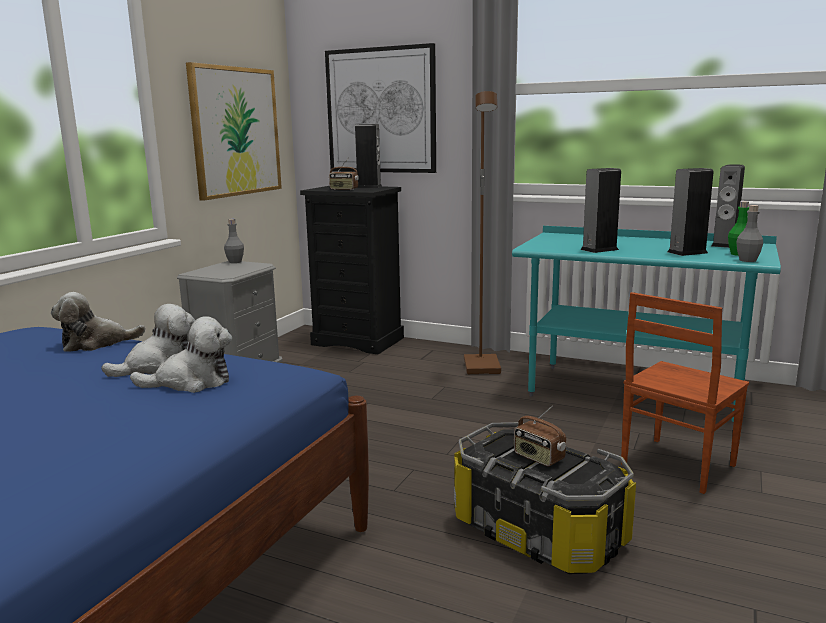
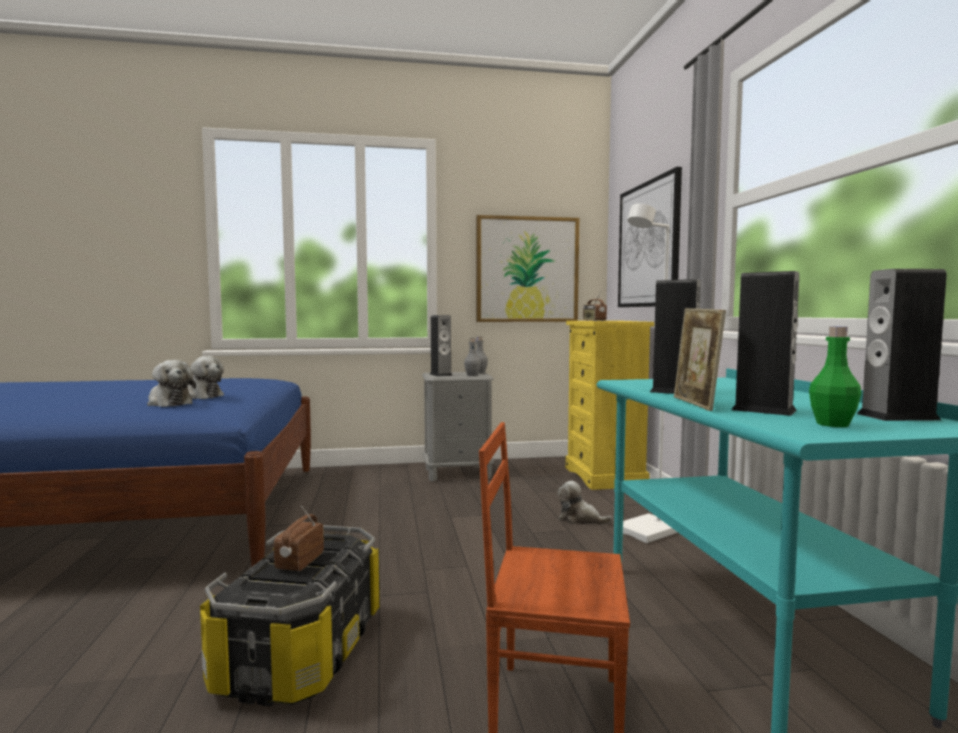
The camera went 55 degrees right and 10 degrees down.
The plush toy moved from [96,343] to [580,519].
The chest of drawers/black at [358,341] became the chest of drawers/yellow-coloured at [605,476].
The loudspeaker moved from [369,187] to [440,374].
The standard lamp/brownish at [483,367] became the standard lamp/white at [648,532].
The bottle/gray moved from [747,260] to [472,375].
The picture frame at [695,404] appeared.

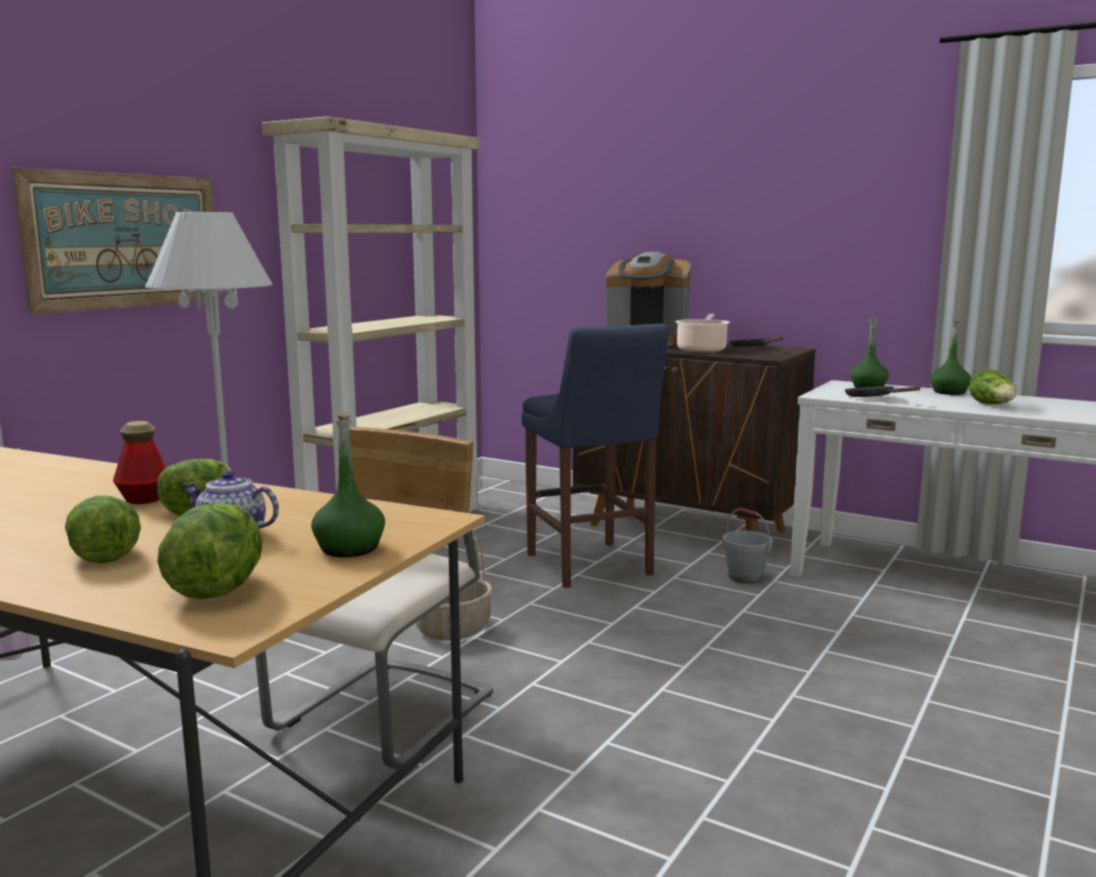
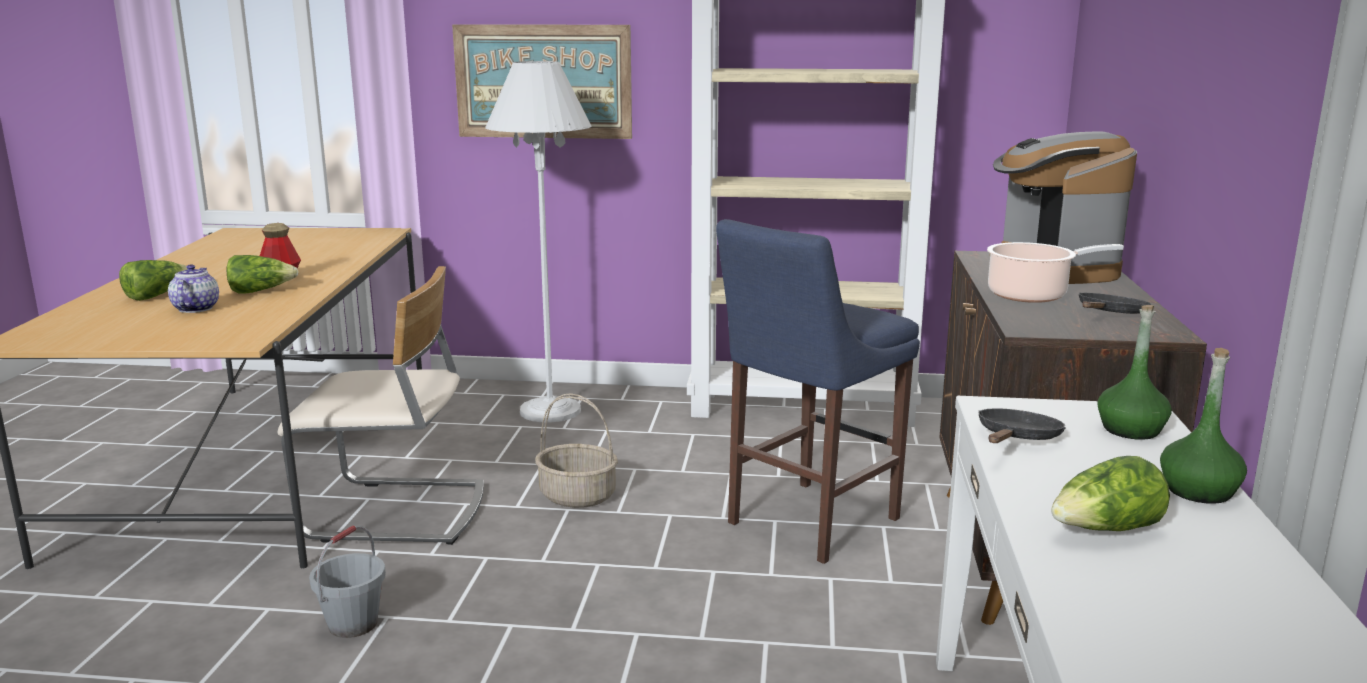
The camera went 65 degrees right and 5 degrees up.
The lettuce head at [217,589] disappeared.
The bottle/greenish at [350,548] disappeared.
The pail/gray moved from [745,577] to [353,624].

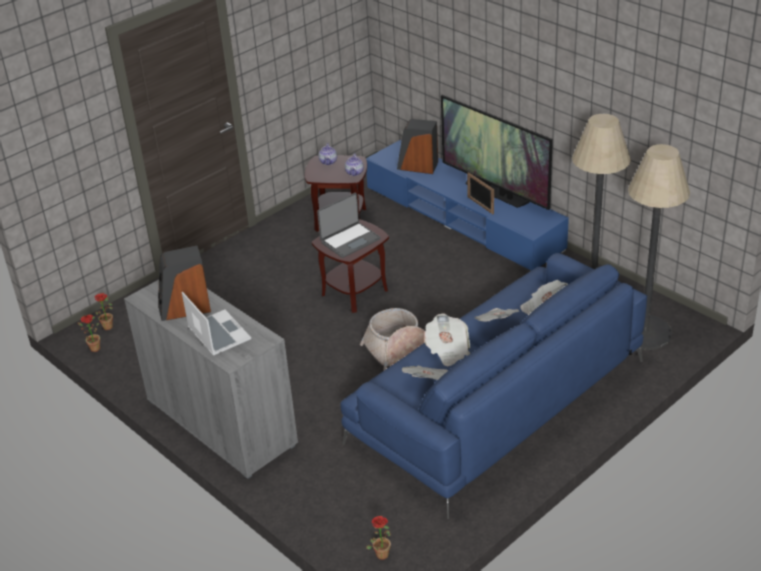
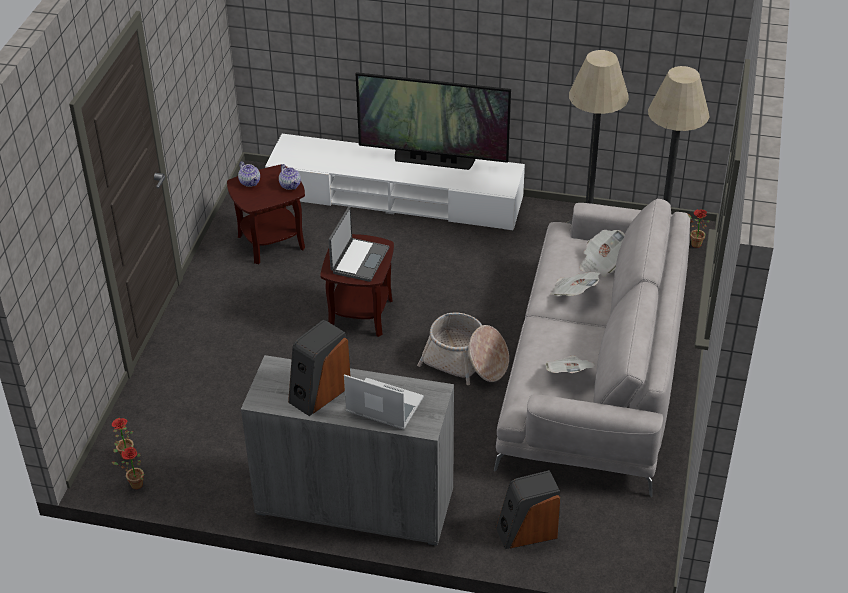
The camera went 35 degrees left and 5 degrees up.
The sofa/bluish at [497,402] became the sofa/gray at [595,370].
The tv unit/bluish at [463,218] became the tv unit/white at [396,198].
The houseplant moved from [381,552] to [694,243].
The loudspeaker moved from [417,166] to [526,532].
The newspaper at [448,350] disappeared.
The picture frame at [480,205] disappeared.

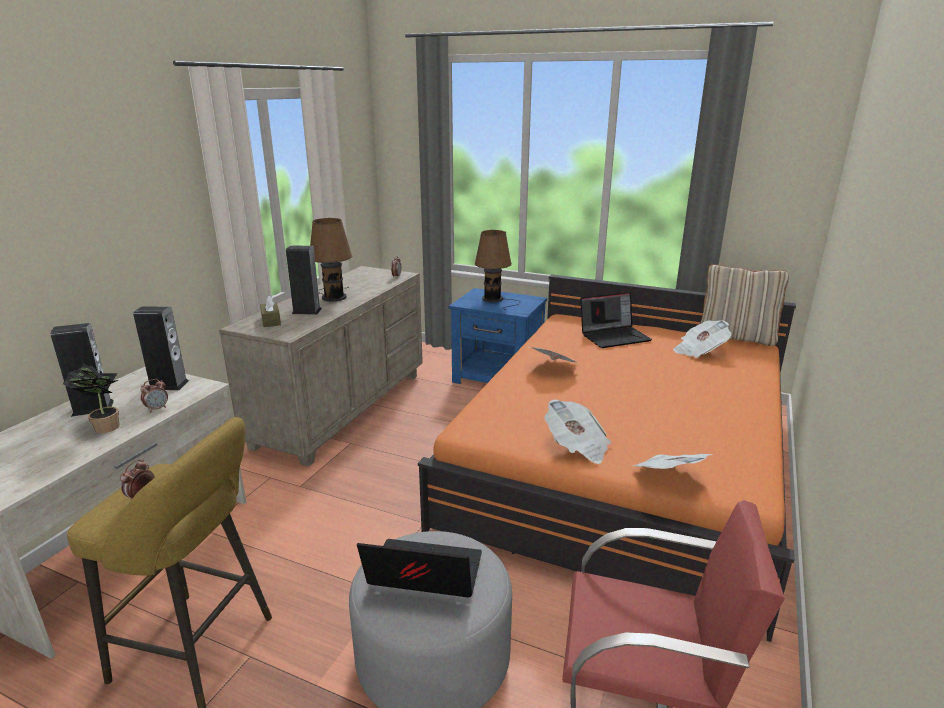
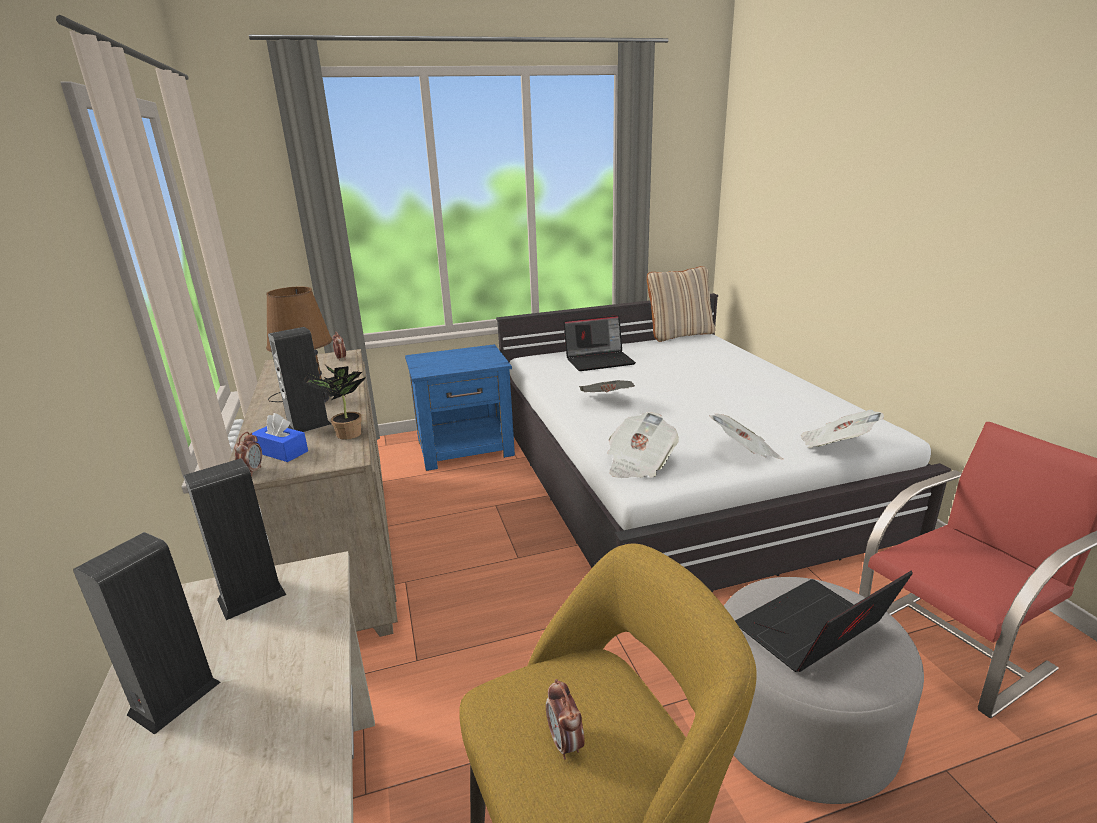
The camera went 40 degrees left and 0 degrees up.
The houseplant moved from [104,427] to [345,435].
The alarm clock moved from [157,408] to [252,471].
The tissue holder/brownish at [271,321] became the tissue holder/bluish at [281,452].
The sleeping bed/orange at [624,464] became the sleeping bed/white at [675,475].
The table lamp/brownish at [494,299] disappeared.
The laptop at [614,336] turned 45 degrees clockwise.
The newspaper moved from [699,351] to [638,464].

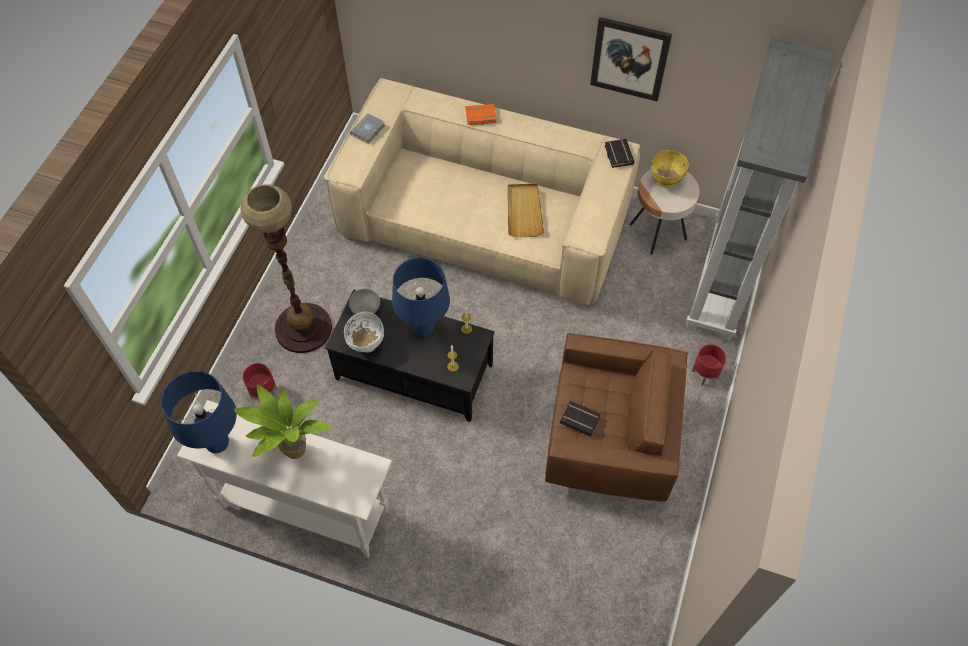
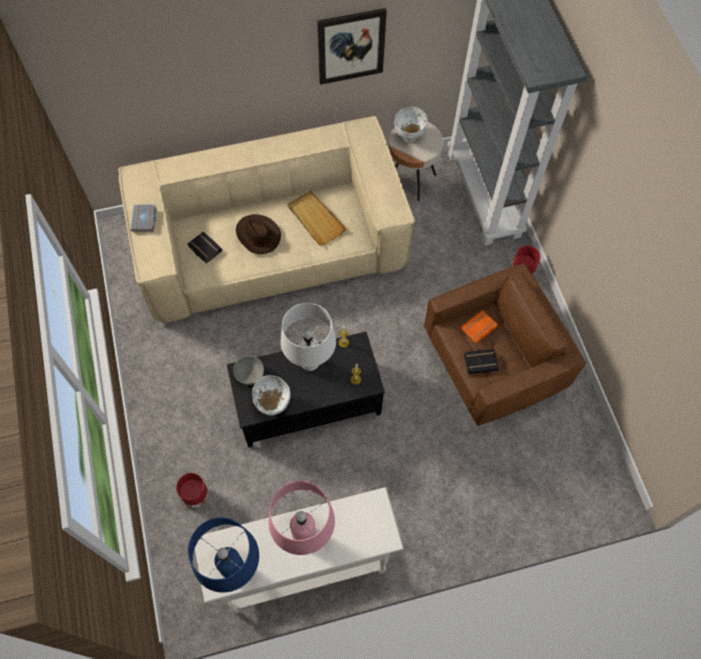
The camera went 35 degrees left and 5 degrees up.
The houseplant at [294,454] was replaced by the table lamp/pinkish at [304,534].
The standard lamp at [303,328] disappeared.
The table lamp/bluish at [423,329] became the table lamp/white at [309,363].
The book/orange moved from [480,117] to [479,329].
The book/black moved from [617,154] to [204,249].
The bowl/yellow-coloured at [665,181] became the bowl/white at [409,136].
The wearable hat/brownish at [257,235] appeared.

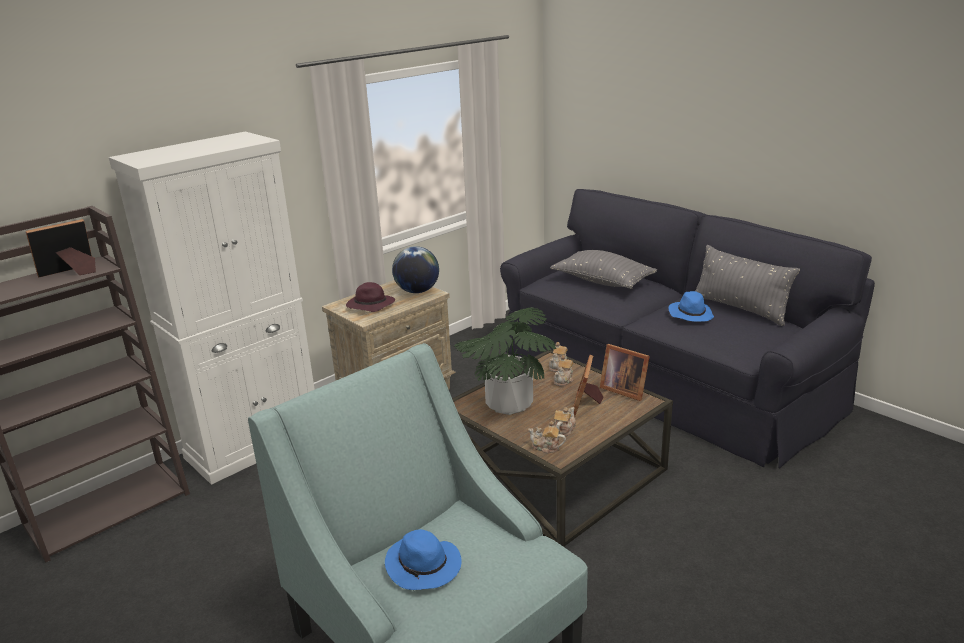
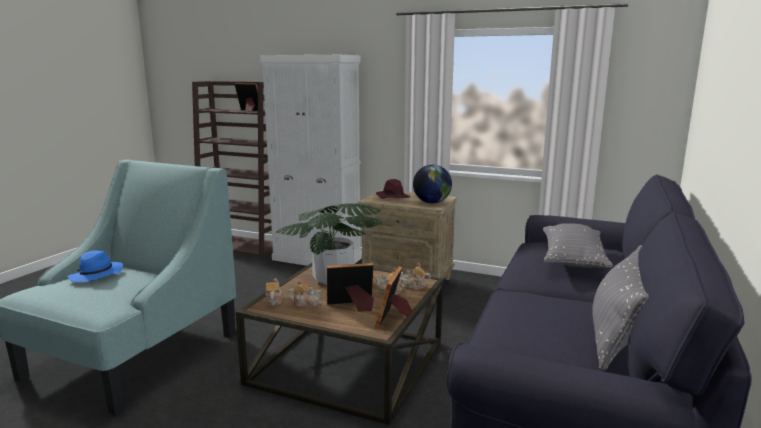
The camera went 65 degrees right and 10 degrees down.
The wearable hat/bluish at [690,314] disappeared.

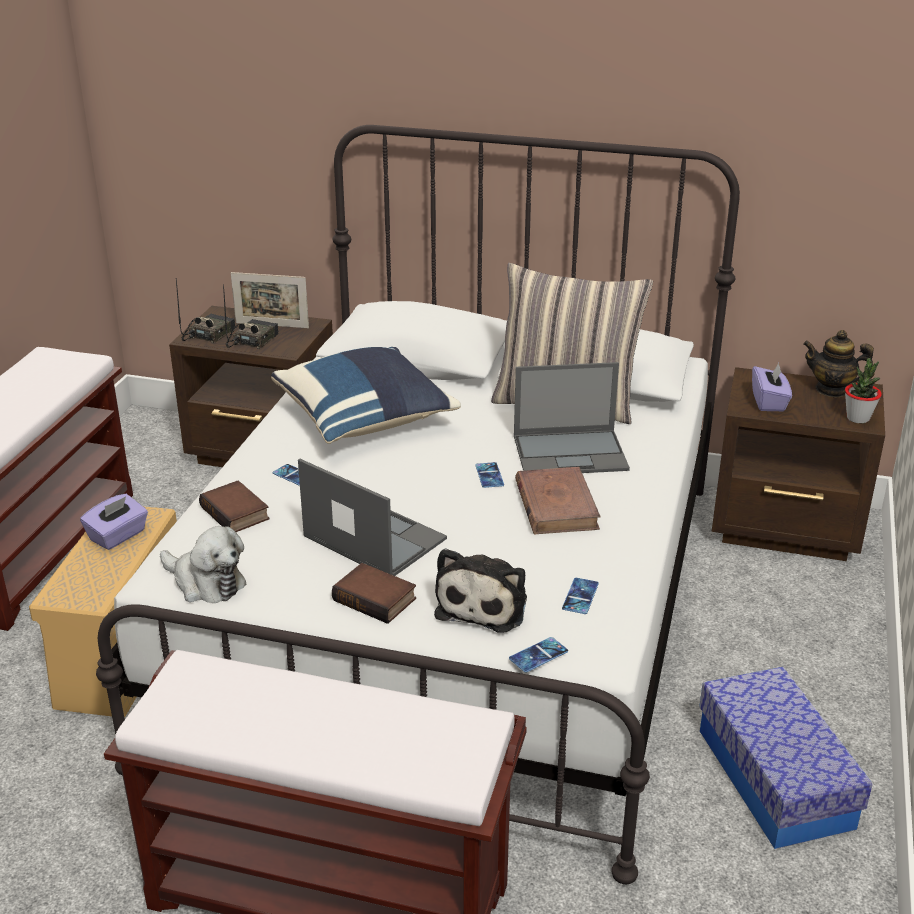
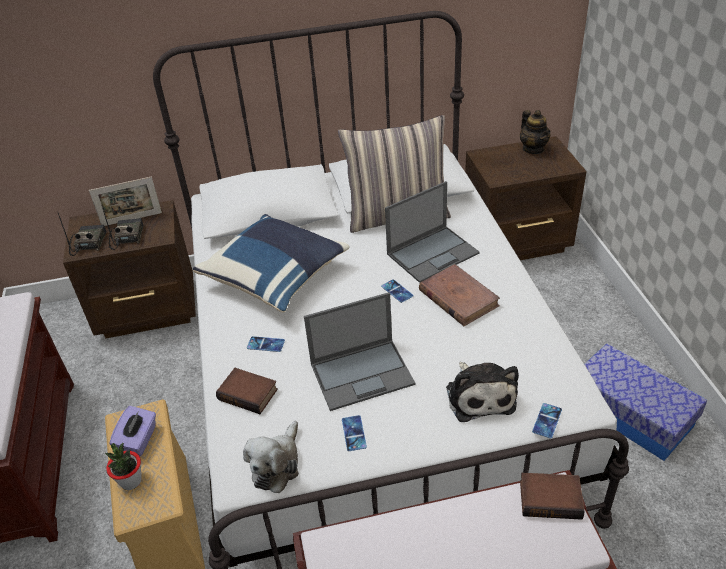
The camera went 25 degrees left and 10 degrees up.
The plush toy at [206,583] turned 105 degrees clockwise.
The laptop at [373,537] turned 150 degrees clockwise.
The book moved from [377,599] to [551,498].
The handset moved from [580,596] to [354,433].
The tissue holder/purplish at [769,402] disappeared.
The teapot at [832,390] turned 105 degrees counterclockwise.
The houseplant moved from [858,418] to [131,481].

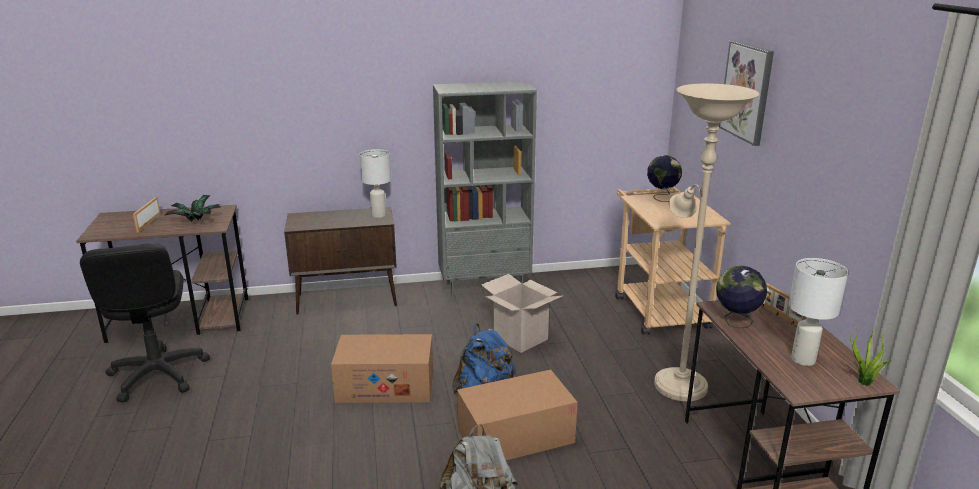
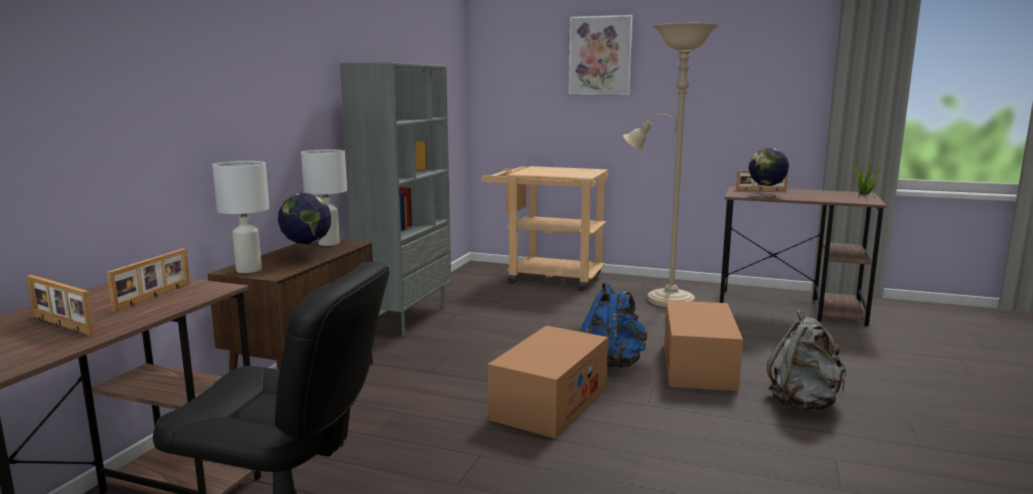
The camera went 60 degrees left and 10 degrees down.
The houseplant at [195,222] was replaced by the picture frame at [155,297].
The cardboard box at [520,338] disappeared.
The globe moved from [662,197] to [307,257].
The table lamp/white moved from [804,360] to [249,270].

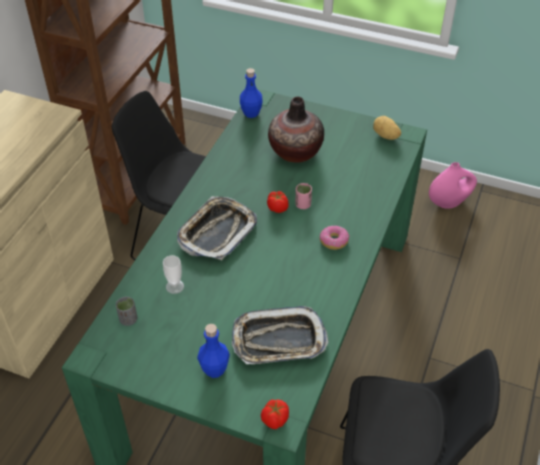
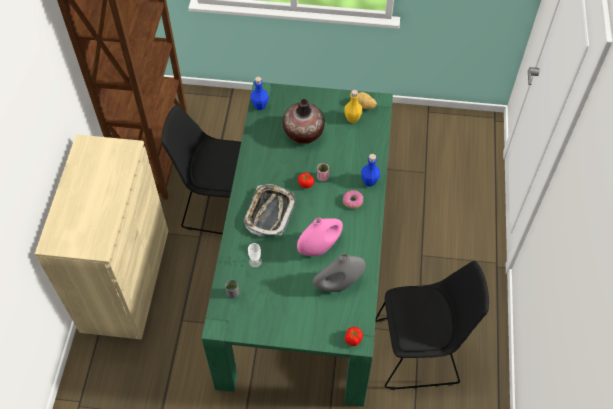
The camera went 15 degrees left and 10 degrees up.
The bottle/bluish moved from [214,369] to [369,181].
The tray at [278,341] was replaced by the flower vase/gray at [338,285].
The flower vase/pinkish moved from [449,202] to [319,247].
The bottle/yellow-coloured at [352,118] appeared.

